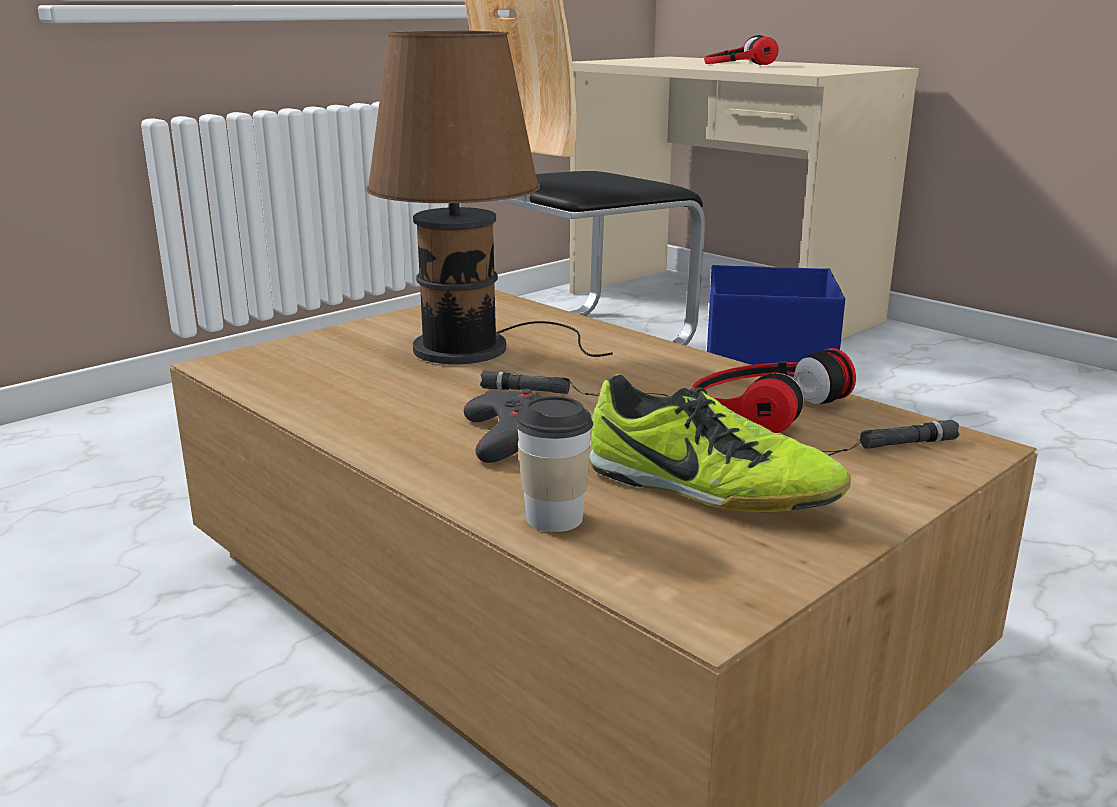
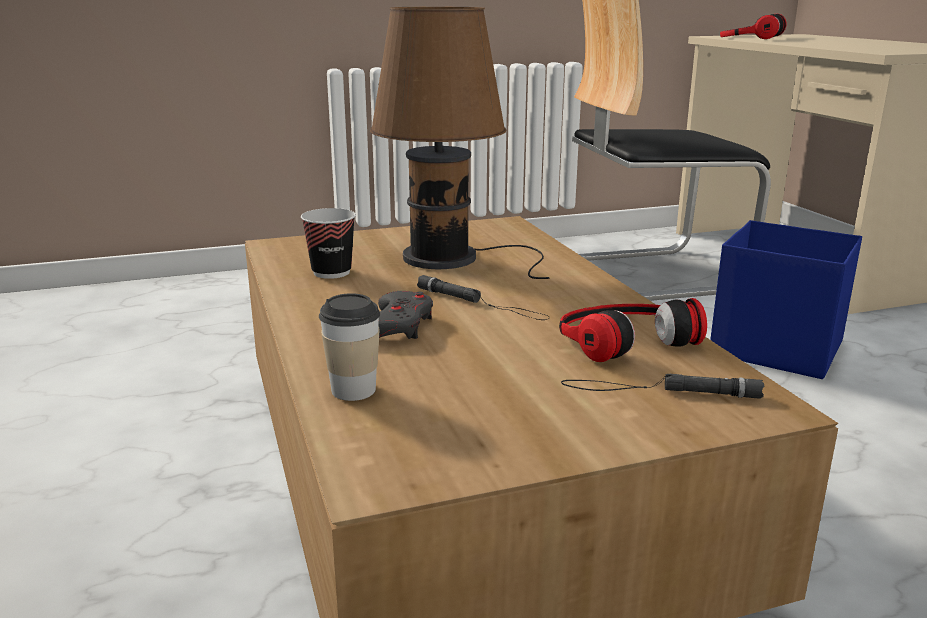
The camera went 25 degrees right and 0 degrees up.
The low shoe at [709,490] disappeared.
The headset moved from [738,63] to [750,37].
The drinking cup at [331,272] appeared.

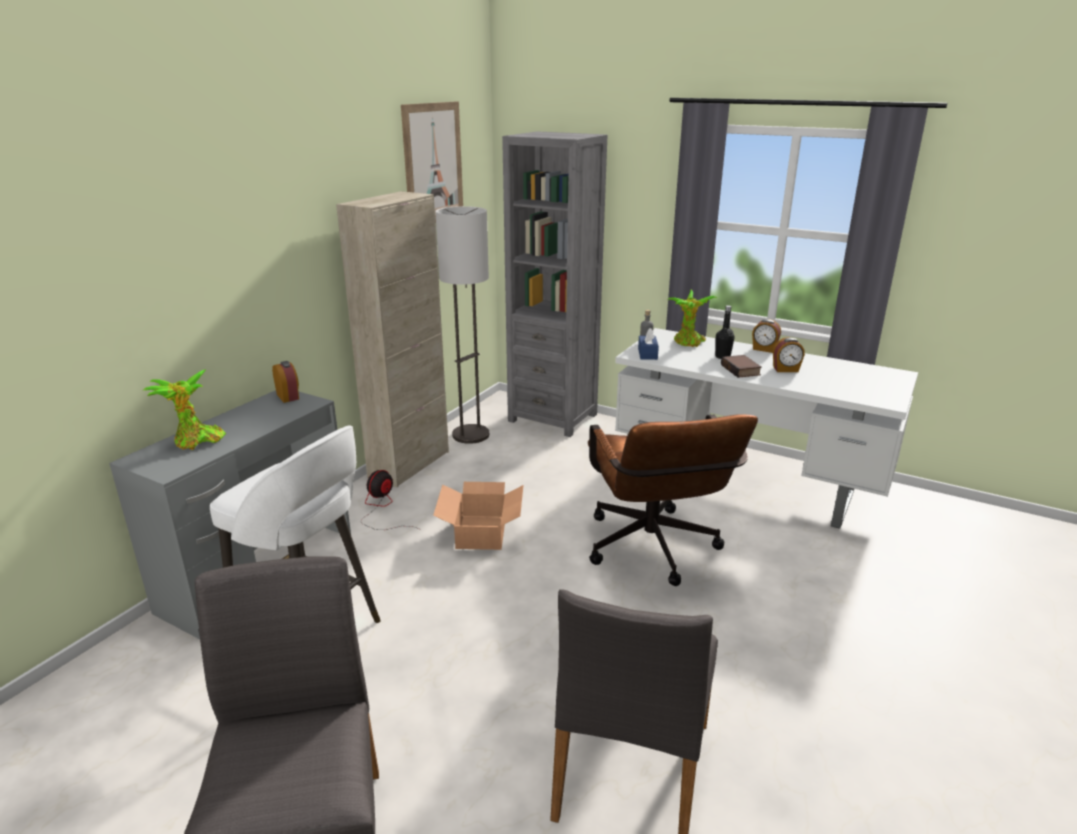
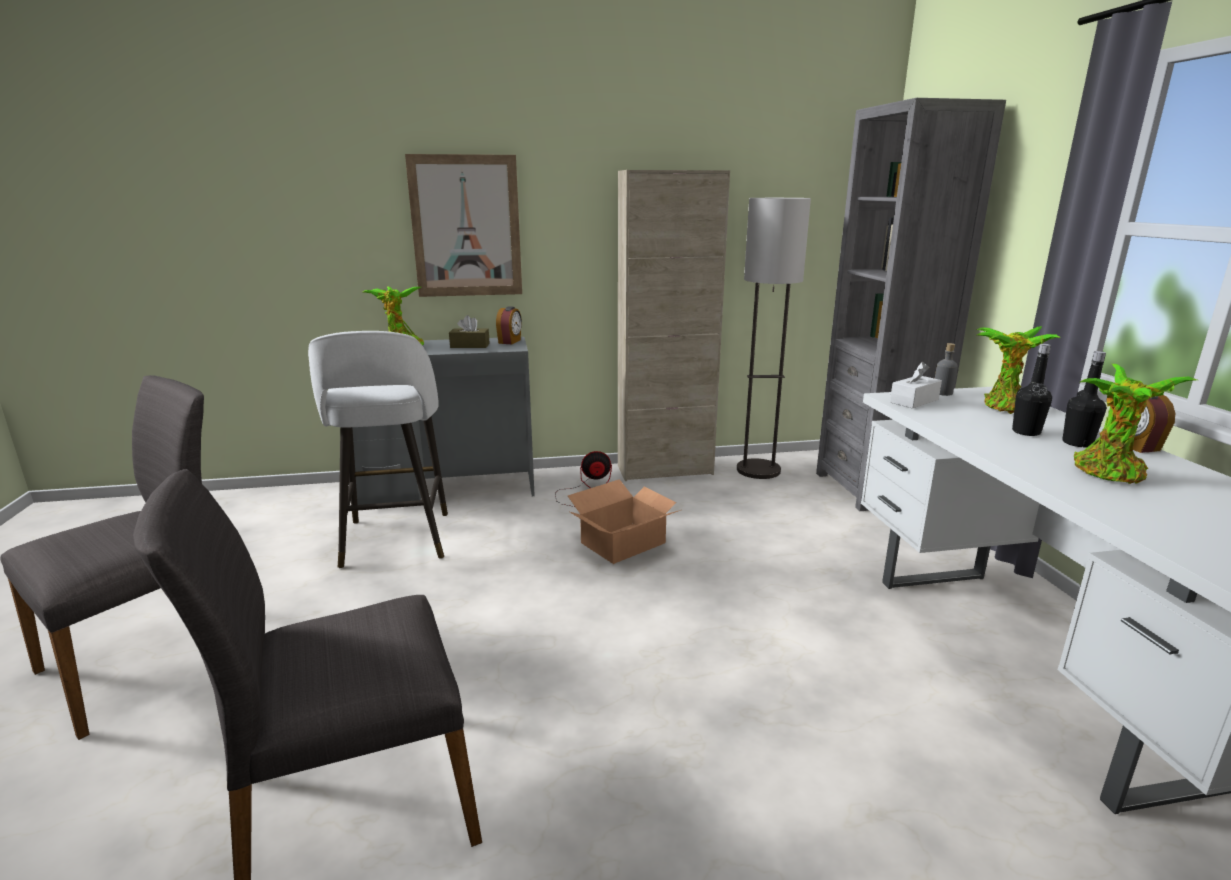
The camera went 50 degrees right and 5 degrees down.
The wall art moved from [433,164] to [466,227].
The office chair/brownish at [654,552] disappeared.
The tissue holder/bluish at [647,354] became the tissue holder/white at [914,401].
The book at [741,370] disappeared.
The alarm clock at [786,370] was replaced by the houseplant at [1109,474].
The tissue holder/brownish at [470,346] appeared.
The bottle/black at [1077,443] appeared.

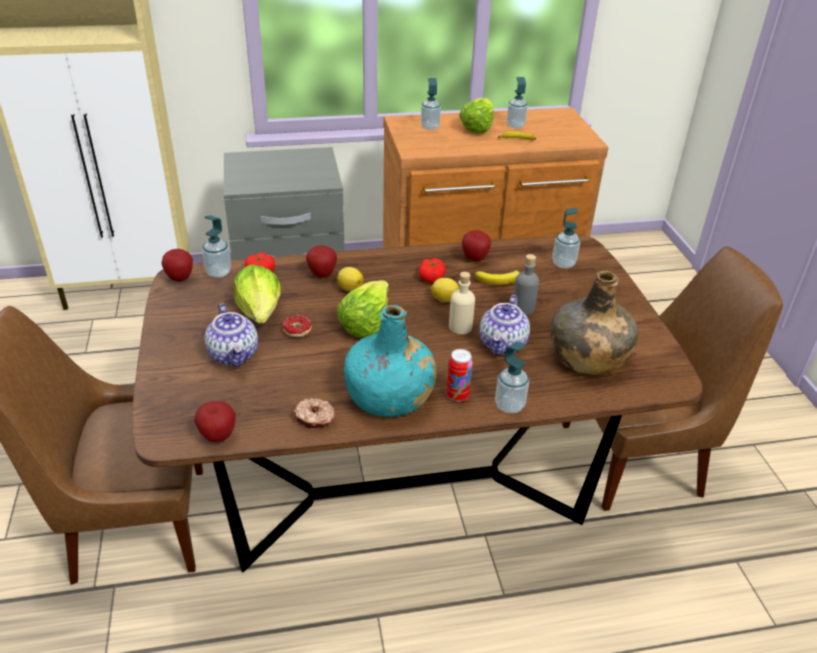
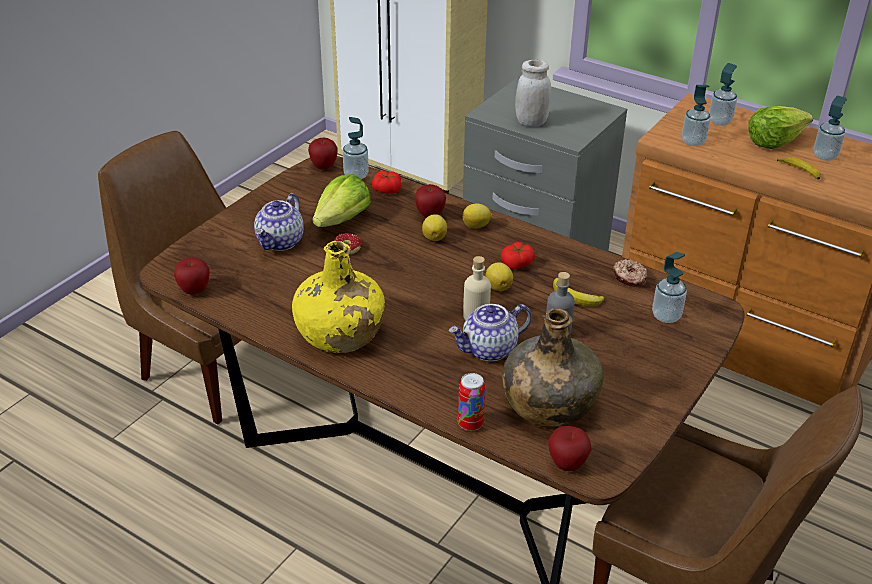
The camera went 45 degrees right and 0 degrees up.
The doughnut moved from [314,418] to [629,278].
The lettuce head at [365,323] disappeared.
The bottle/blue-green at [389,396] became the bottle/yellow-coloured at [339,333].
The can moved from [457,395] to [470,424].
The apple moved from [475,258] to [567,464].
The liquid soap bottle moved from [509,405] to [693,141].
The citrus fruit at [477,226] appeared.
The preserve jar/white at [531,122] appeared.

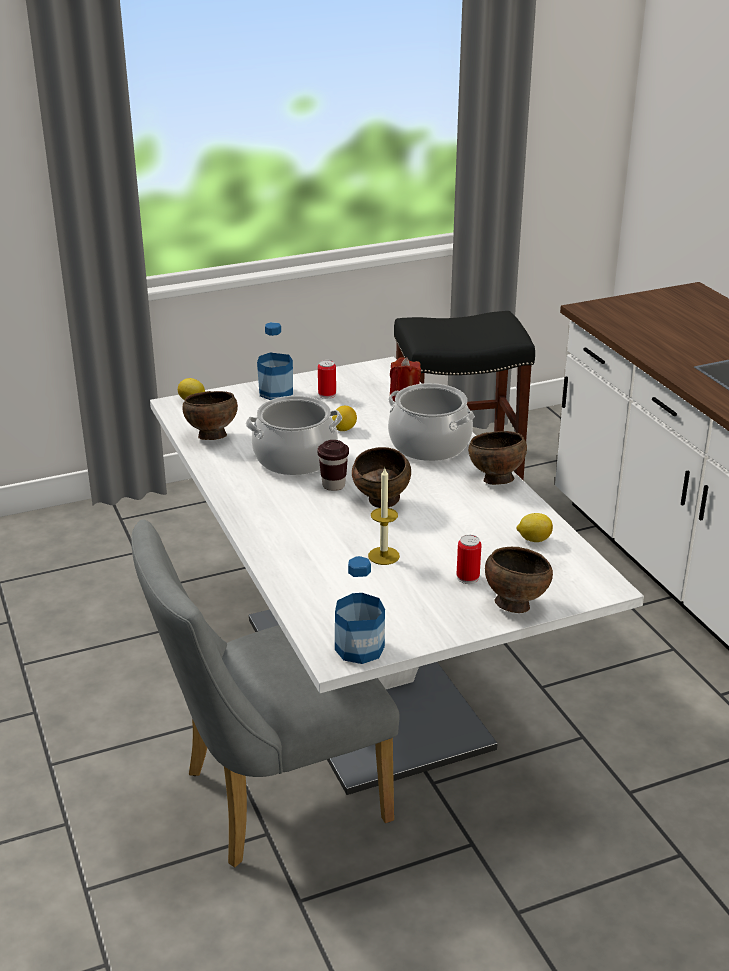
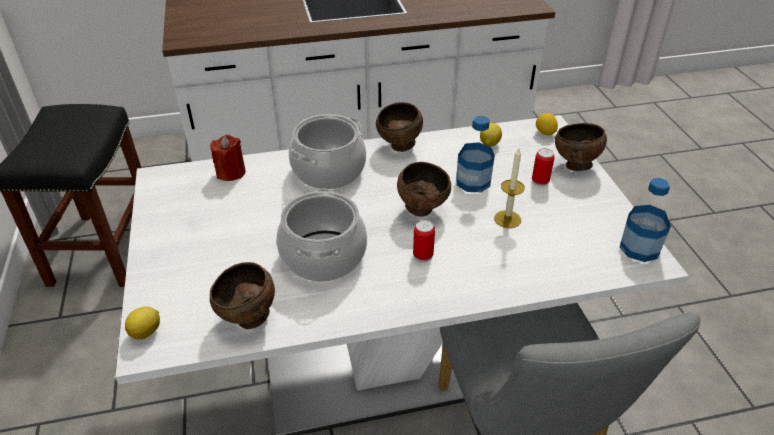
The camera went 80 degrees left and 10 degrees up.
The bottle moved from [276,392] to [473,181].
The drinking cup/brownish at [333,485] disappeared.
The can moved from [327,395] to [423,255].
The citrus fruit moved from [344,429] to [545,133].

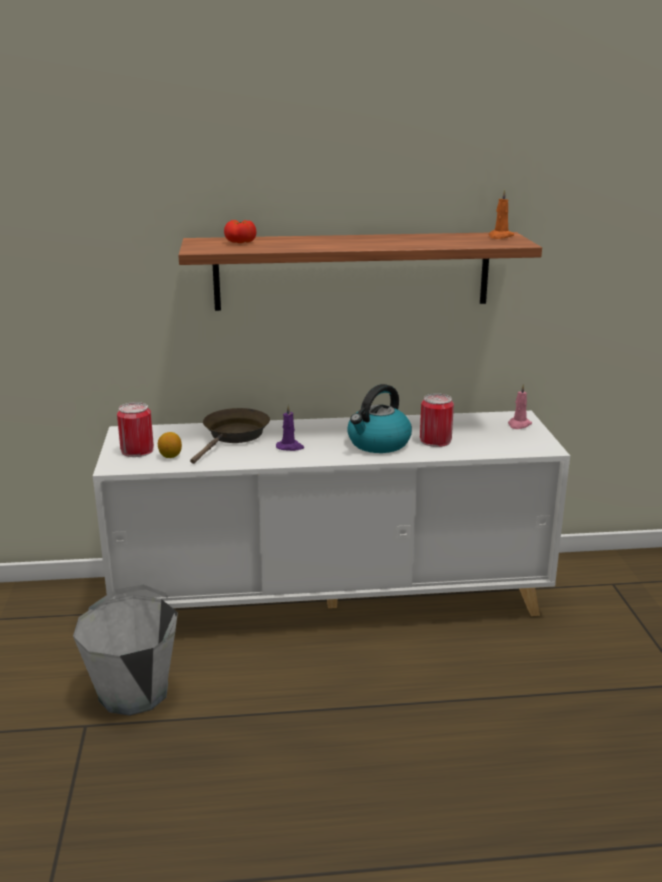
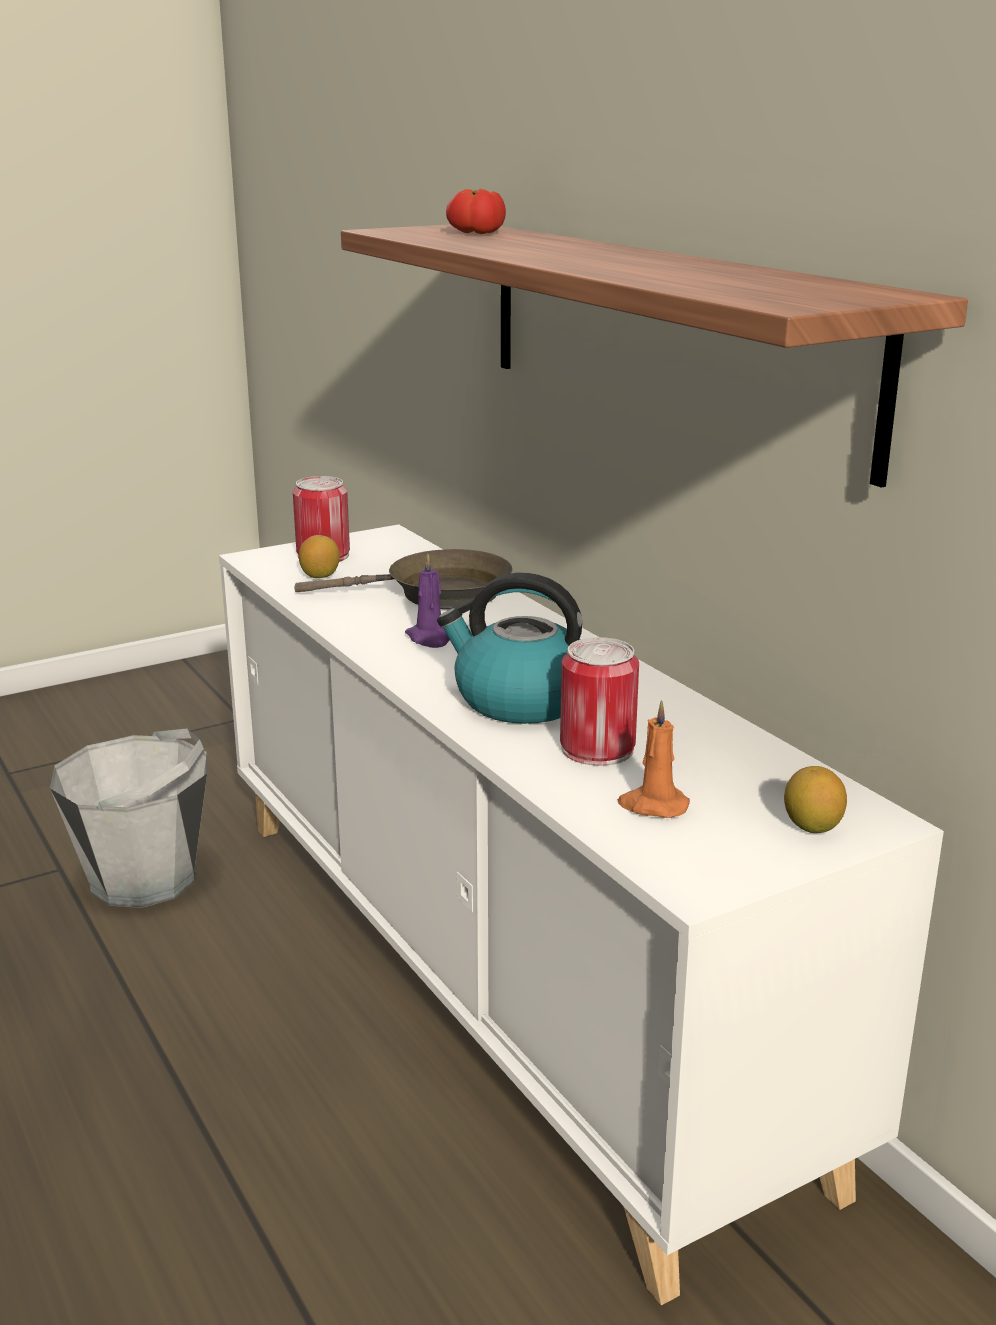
The camera went 65 degrees right and 0 degrees up.
The wax candle/orange moved from [500,237] to [652,805].
The wax candle/pinkish at [519,425] was replaced by the citrus fruit at [812,827].

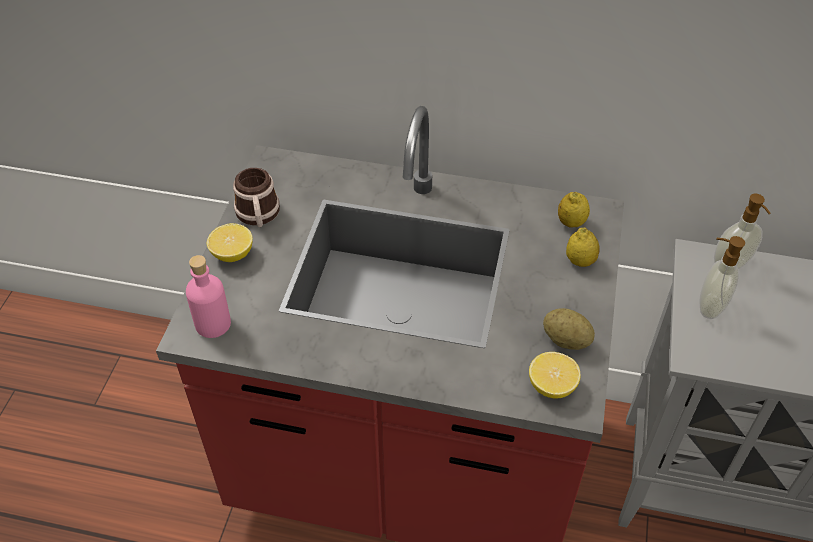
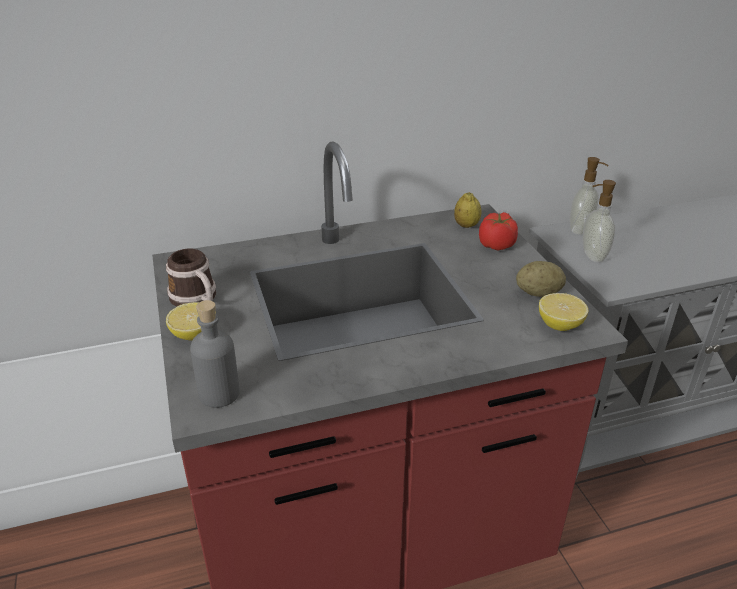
The camera went 30 degrees left and 15 degrees down.
The bottle/pinkish at [213,324] became the bottle/gray at [219,394].
The citrus fruit at [580,261] was replaced by the whole tomato at [496,245].

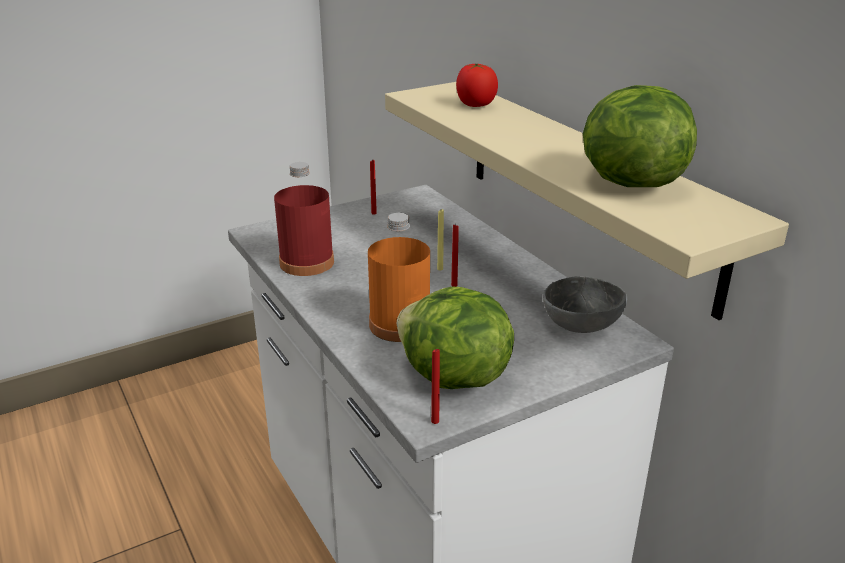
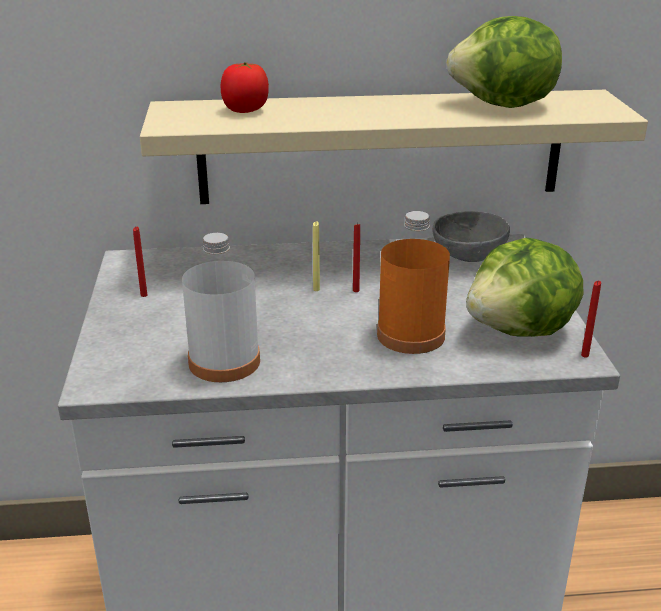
The camera went 65 degrees left and 0 degrees up.
The bottle/reddish at [307,262] became the bottle/white at [224,362].

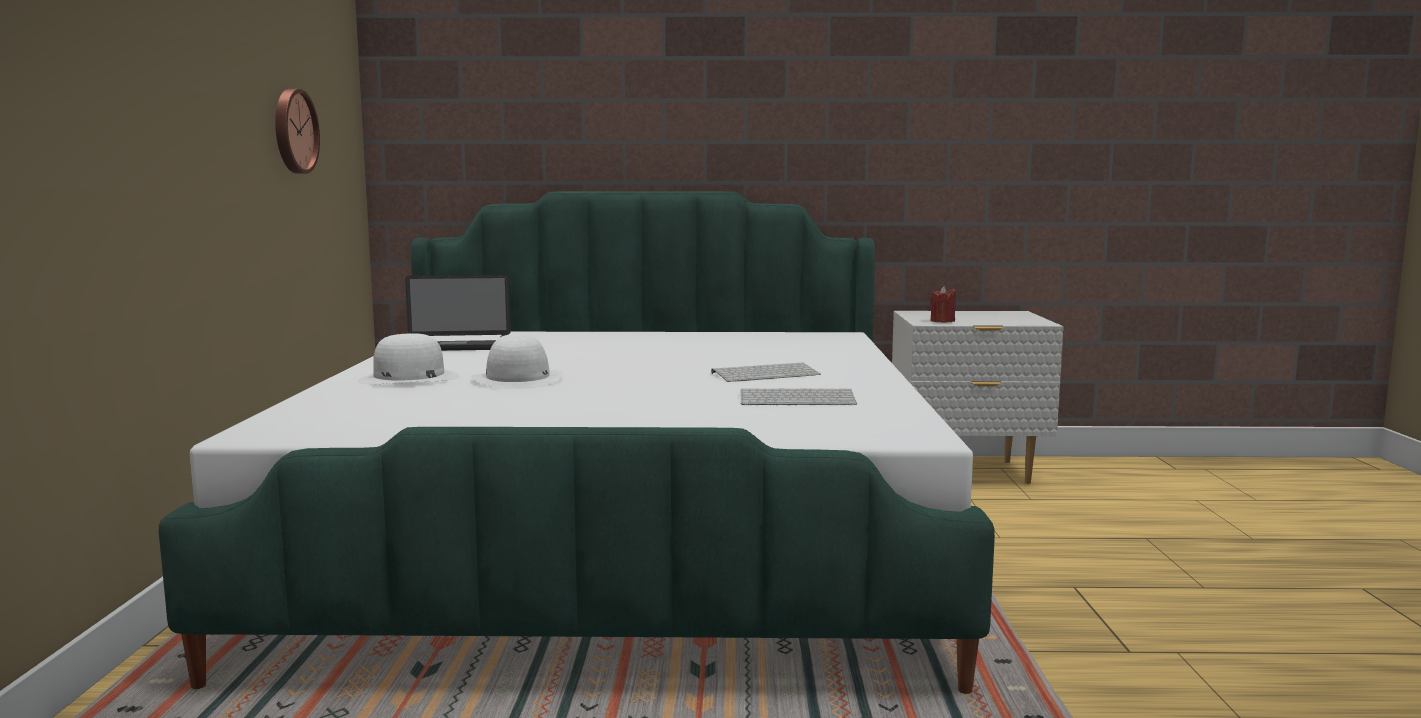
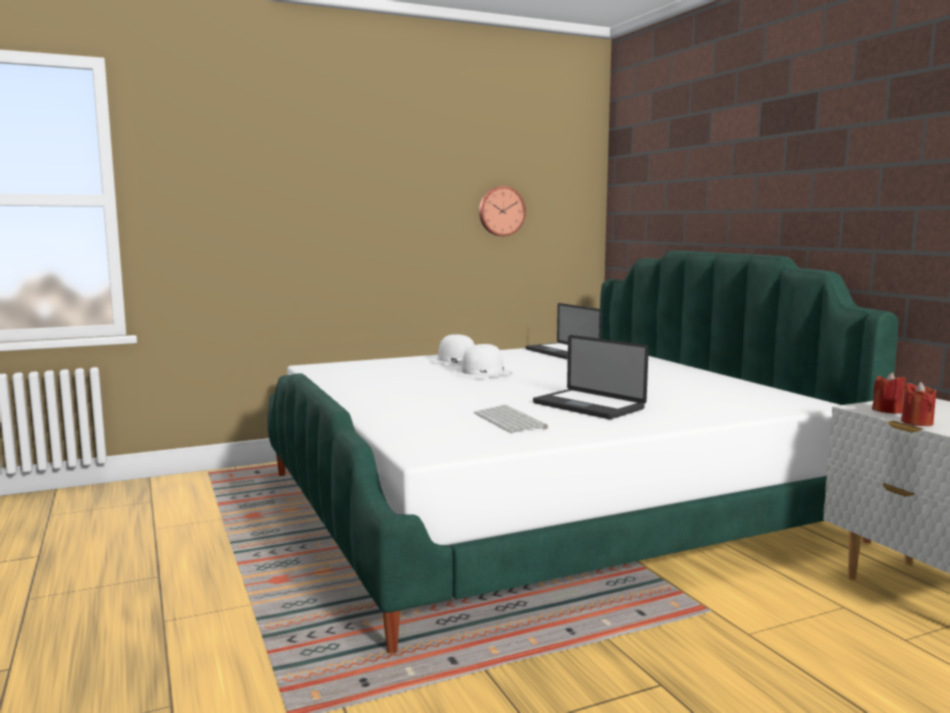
The camera went 65 degrees right and 0 degrees up.
The keyboard at [766,374] was replaced by the laptop at [588,406].
The wax candle/reddish at [916,422] appeared.

